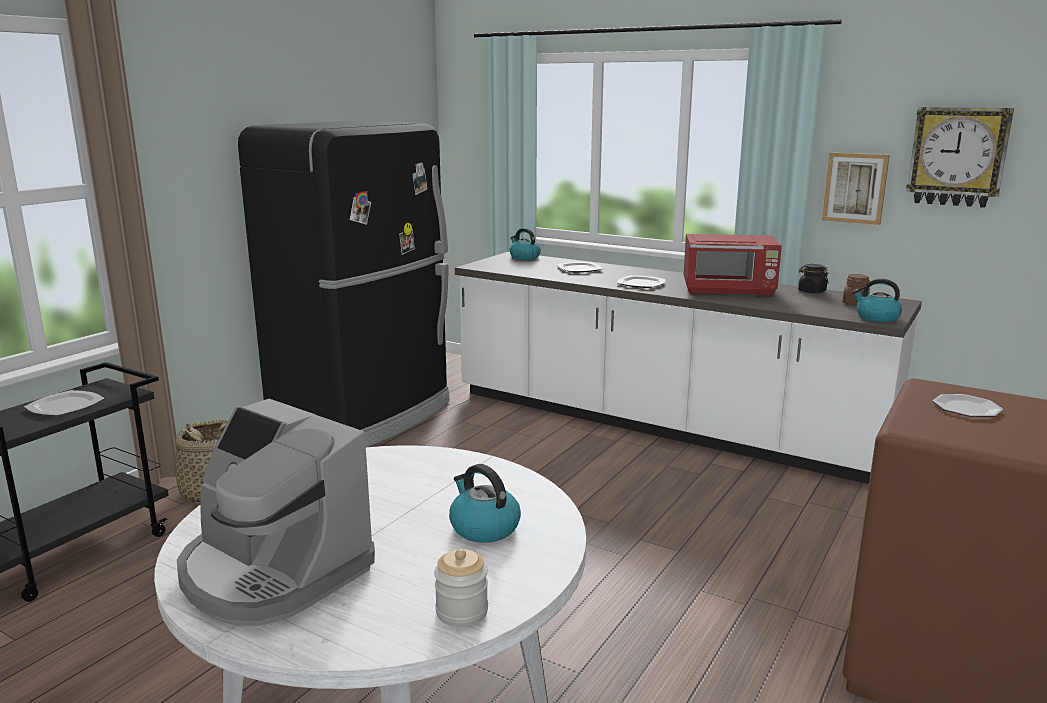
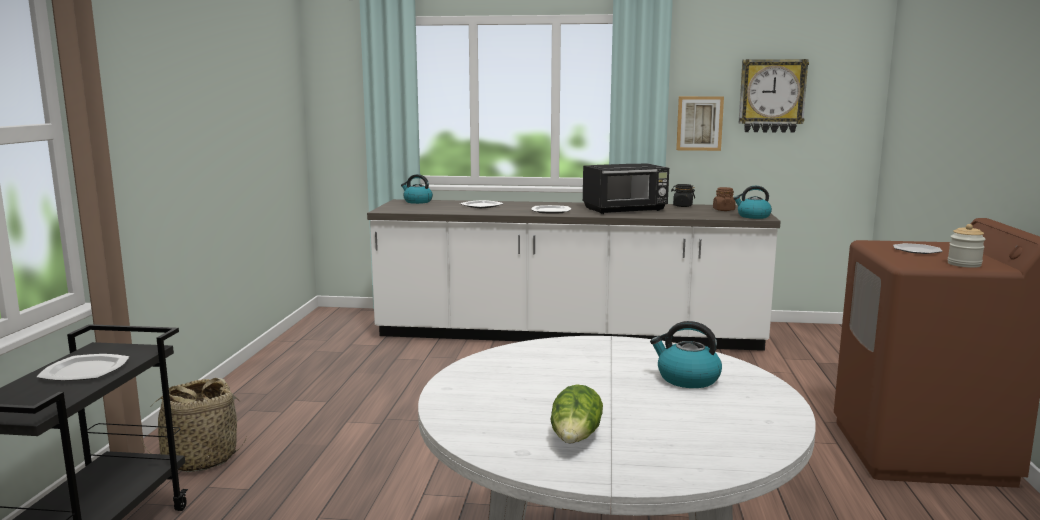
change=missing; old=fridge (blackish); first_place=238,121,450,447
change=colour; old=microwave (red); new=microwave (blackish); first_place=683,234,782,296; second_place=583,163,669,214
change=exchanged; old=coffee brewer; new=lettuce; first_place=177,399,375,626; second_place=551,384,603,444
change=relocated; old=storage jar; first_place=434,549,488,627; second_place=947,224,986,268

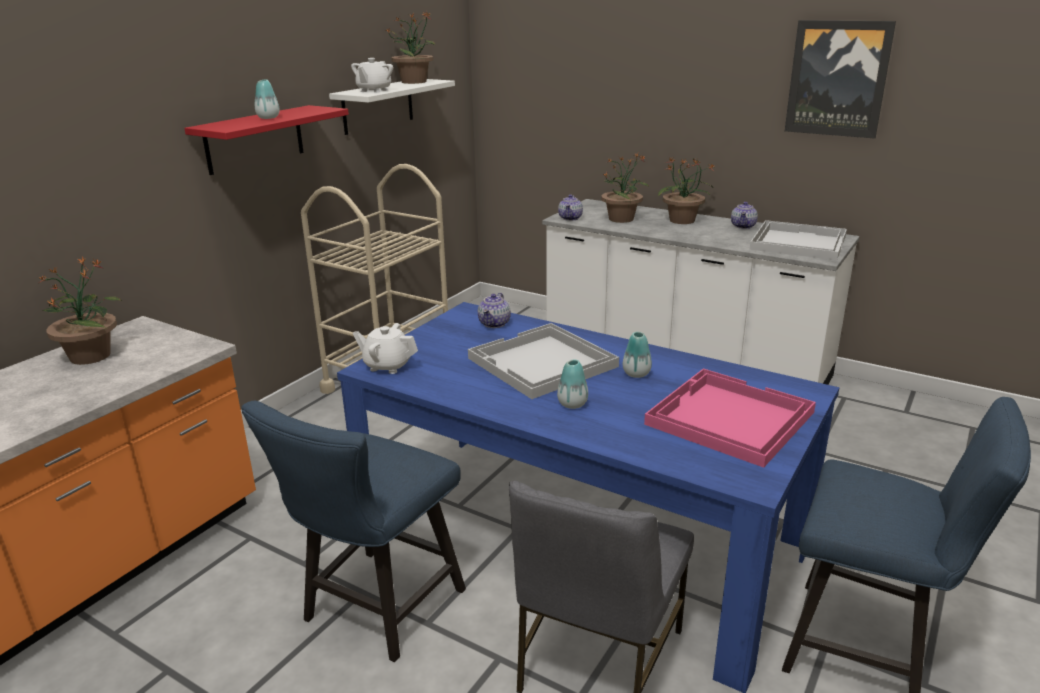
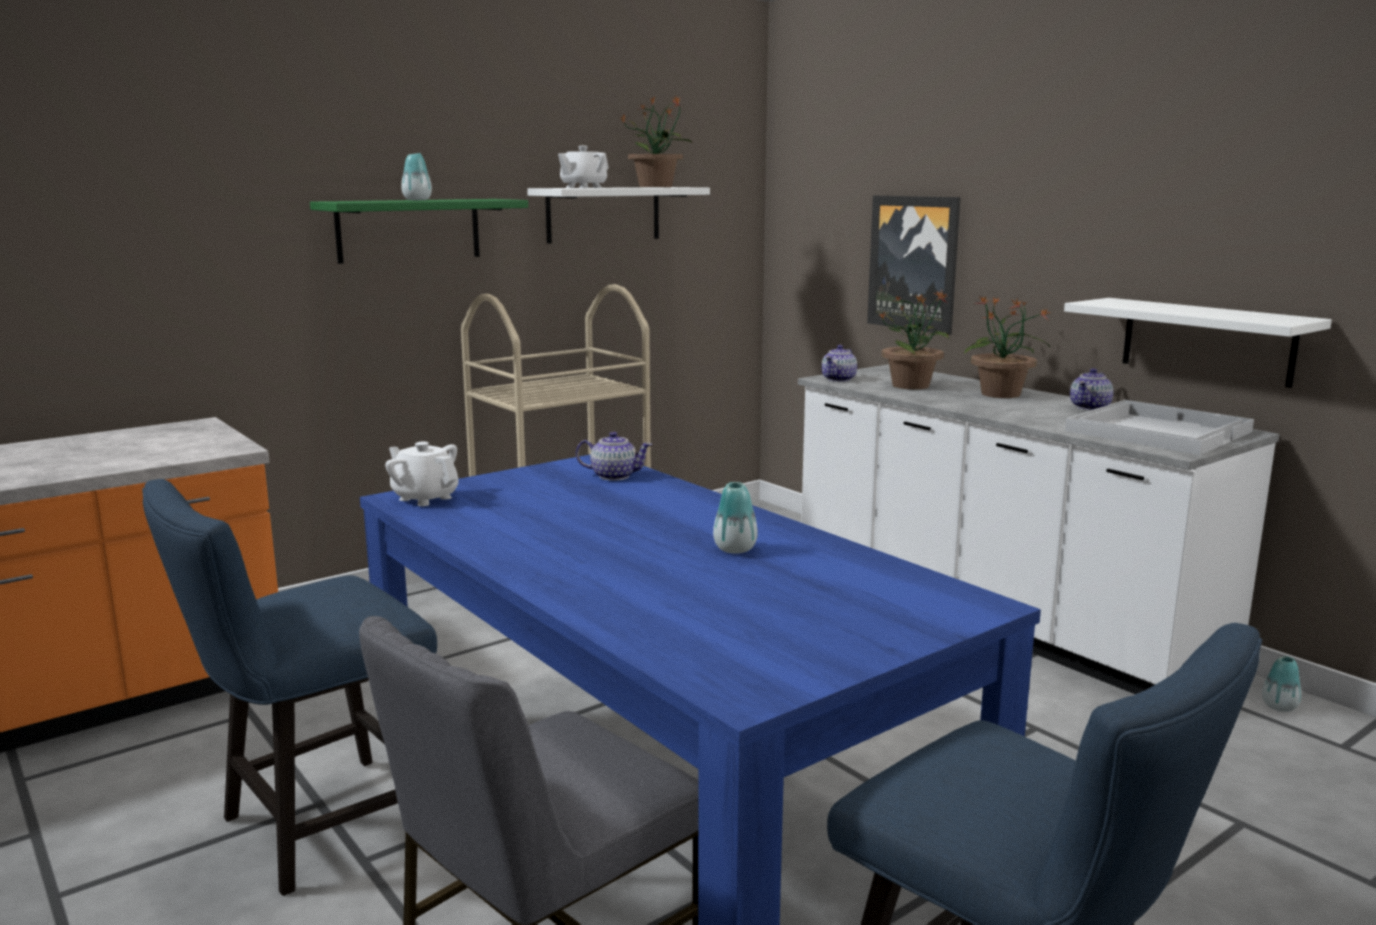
change=relocated; old=picture; first_place=785,20,896,139; second_place=867,196,961,335
change=colour; old=shelf (red); new=shelf (greenish); first_place=184,105,349,175; second_place=310,199,528,264
change=missing; old=plant in a pot; first_place=39,257,123,365
change=spun; old=pot for tea; first_place=478,293,511,328; second_place=576,432,652,481; degrees=-120
change=missing; old=tray (white); first_place=468,323,619,399
change=relocated; old=flower vase; first_place=557,360,588,409; second_place=1262,656,1301,712
change=missing; old=tray (pinkish); first_place=644,369,816,468
change=appeared; new=shelf (white); second_place=1064,298,1332,388

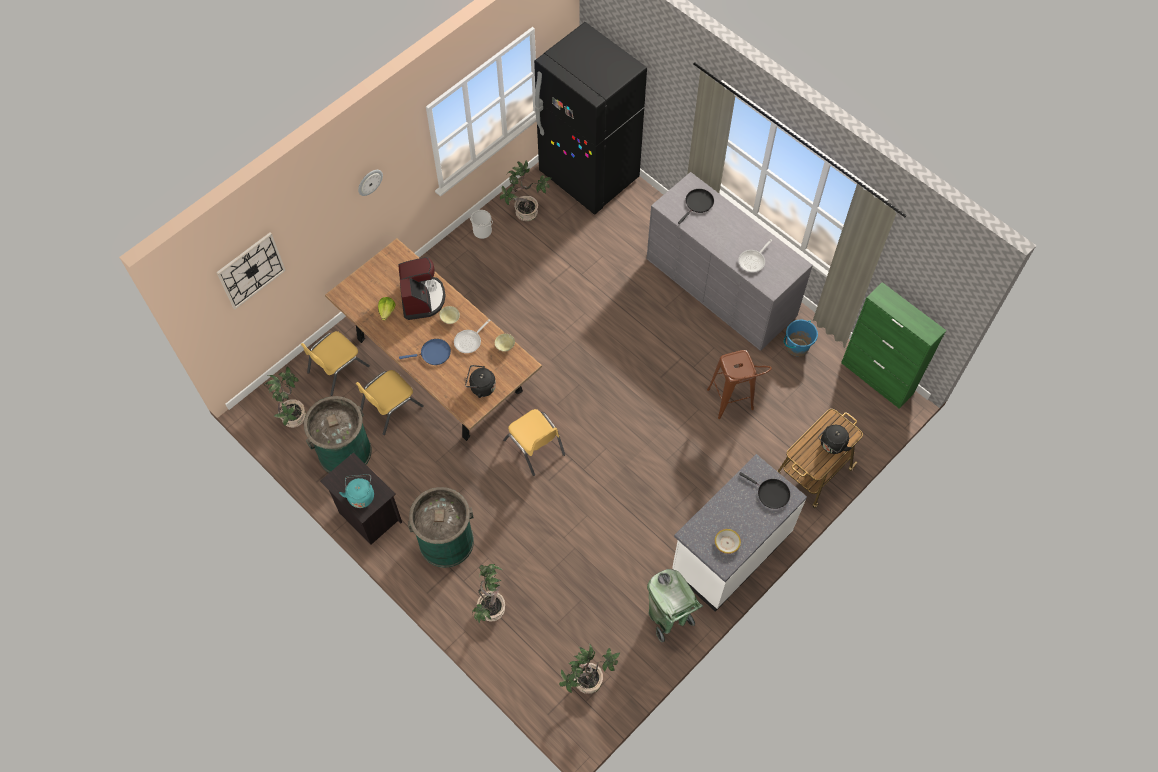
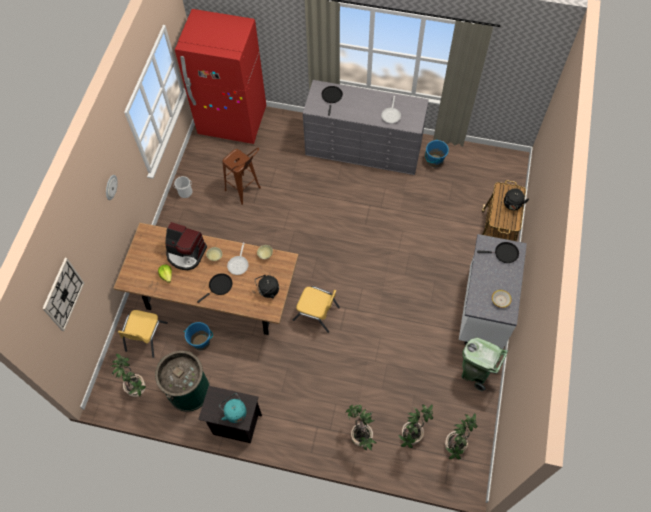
change=colour; old=fridge (blackish); new=fridge (red); first_place=534,22,647,215; second_place=175,9,266,144
change=relocated; old=plant in a pot; first_place=500,160,551,221; second_place=398,404,433,448
change=spun; old=coffee brewer; first_place=398,257,446,320; second_place=165,222,207,270; degrees=150
change=missing; old=cabinet (greenish); first_place=841,282,946,409
change=colour; old=frying pan (blue); new=frying pan (blackish); first_place=399,339,451,365; second_place=197,273,233,303
change=relocated; old=sitting stool (brown-coloured); first_place=707,350,772,419; second_place=222,148,261,205
change=exchanged; old=plain chair (yellowish); new=water bucket (blue); first_place=356,370,424,435; second_place=184,322,213,350
change=missing; old=trash can (greenish); first_place=408,487,474,568

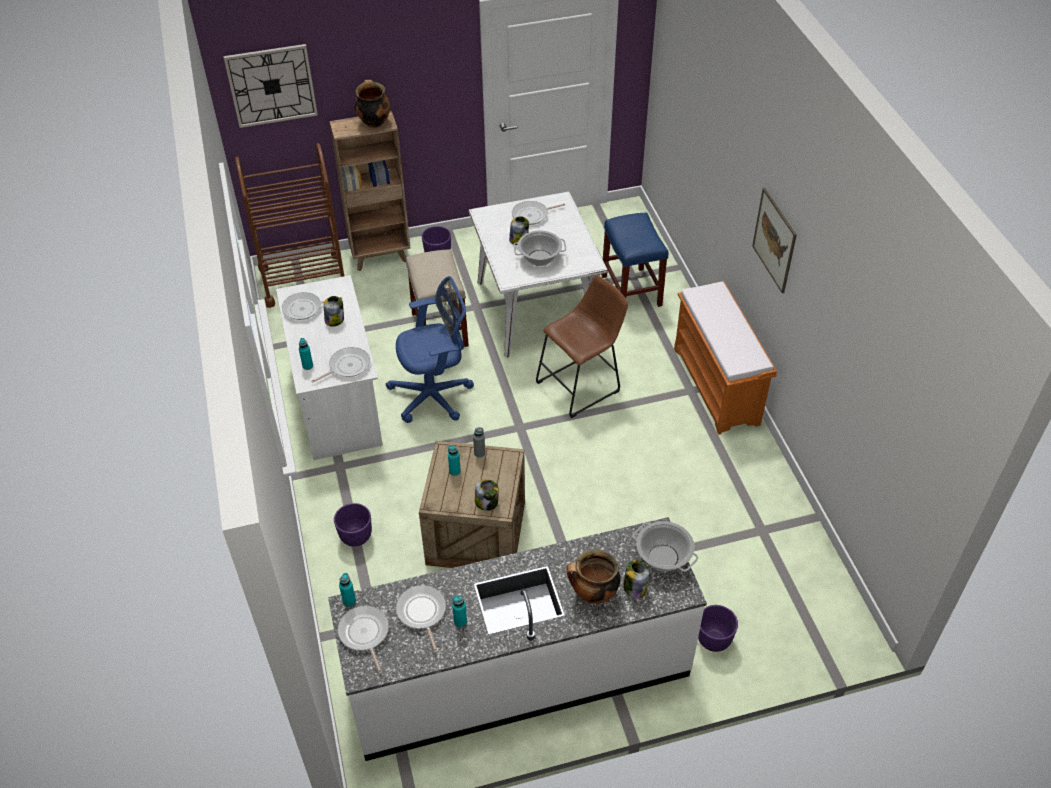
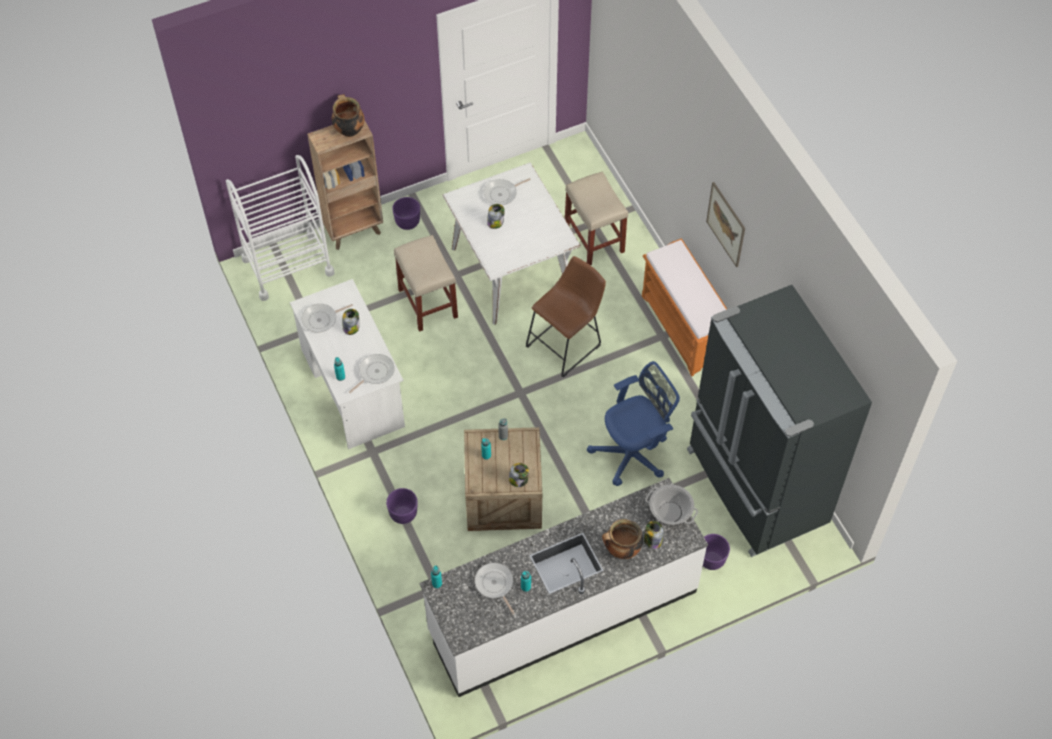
change=missing; old=hanging clock; first_place=223,44,318,128
change=colour; old=trolley (brown-coloured); new=trolley (white); first_place=235,143,344,308; second_place=226,155,334,301
change=colour; old=sitting stool (blue); new=sitting stool (beige); first_place=601,212,668,307; second_place=565,171,628,265
change=missing; old=stockpot; first_place=513,230,566,266
change=relocated; old=desk chair (blue); first_place=386,276,474,423; second_place=587,361,680,486
change=missing; old=frying pan; first_place=338,606,389,674
change=appeared; new=fridge (blackish); second_place=687,285,872,557

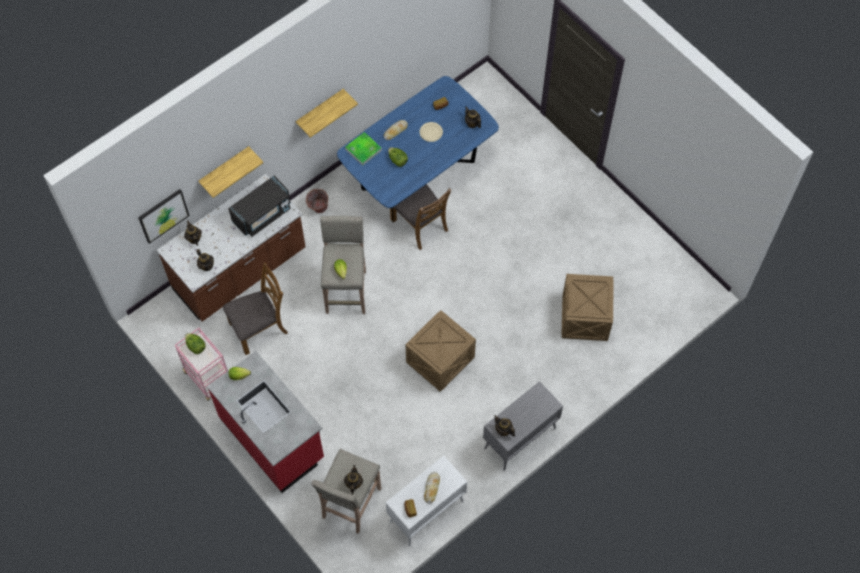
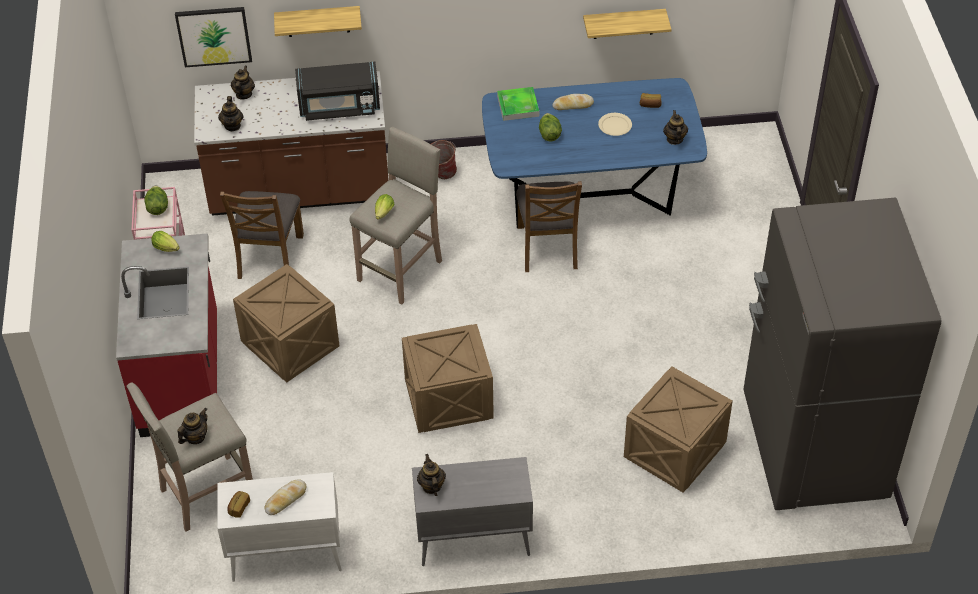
change=relocated; old=shelf; first_place=296,89,358,138; second_place=583,9,671,39
change=spun; old=plain chair (brown-coloured); first_place=223,262,288,355; second_place=220,191,304,279; degrees=90
change=appeared; new=fridge (gray); second_place=743,197,941,510
change=appeared; new=packing crate; second_place=233,264,339,382

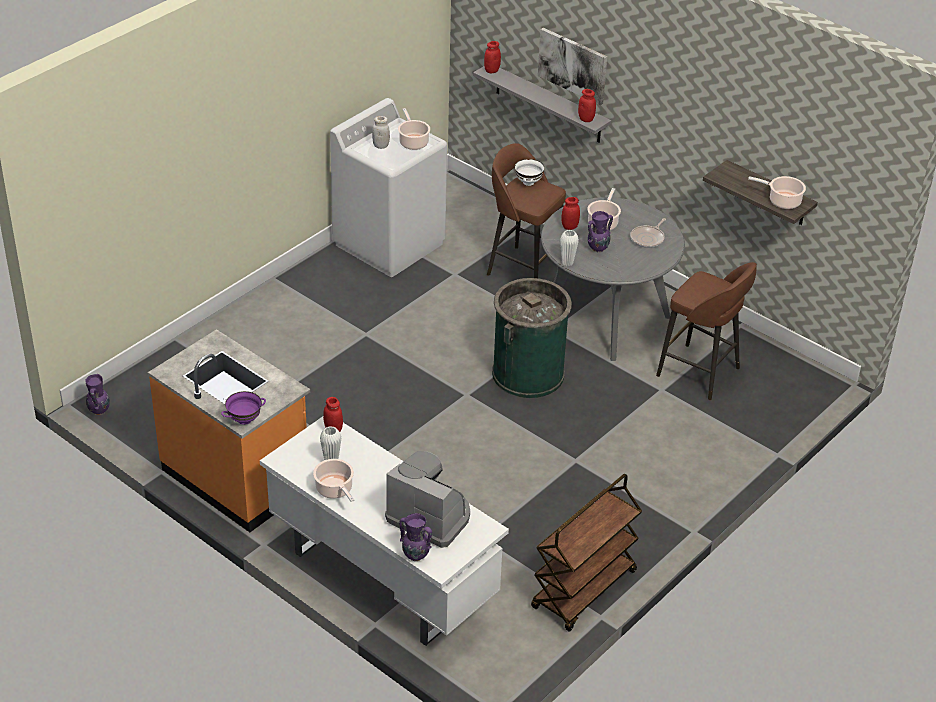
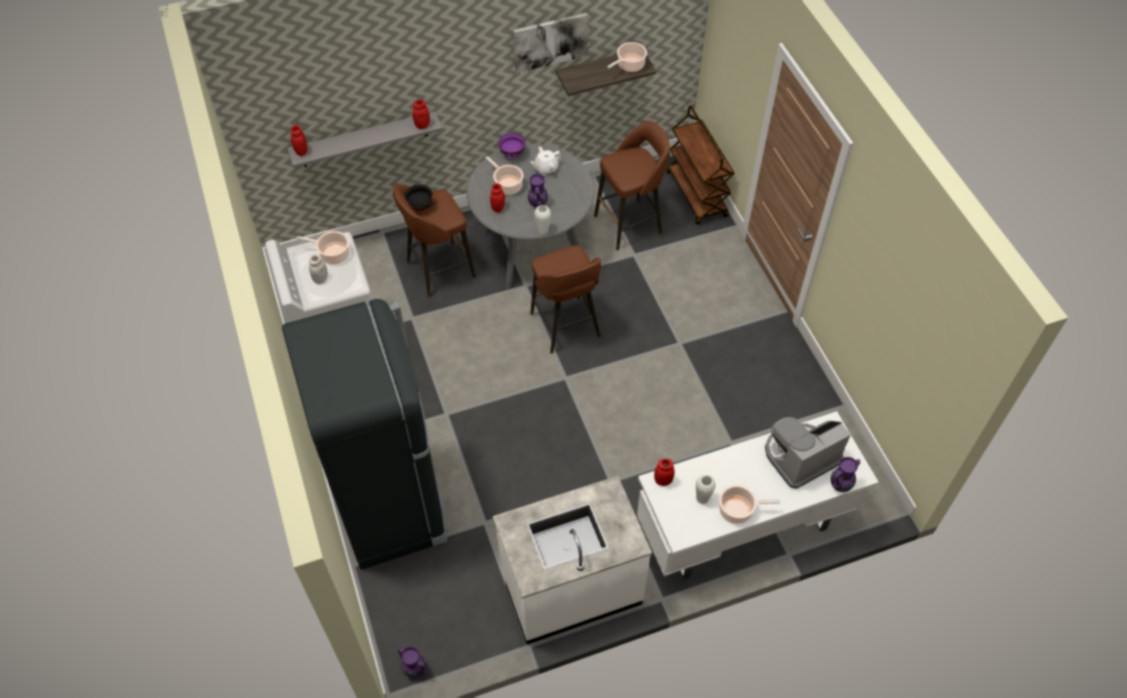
change=relocated; old=picture; first_place=538,28,607,105; second_place=513,13,588,73
change=colour; old=serving bowl (white); new=serving bowl (blackish); first_place=515,159,544,186; second_place=404,184,434,211
change=exchanged; old=frying pan; new=pot for tea (white); first_place=630,218,666,248; second_place=531,147,562,175
change=exchanged; old=trash can (greenish); new=sitting stool (brown-coloured); first_place=492,278,572,398; second_place=530,245,601,354
change=colour; old=kitchen base unit (orange-coloured); new=kitchen base unit (white); first_place=148,329,310,532; second_place=493,476,652,645
change=relocated; old=serving bowl (purple-coloured); first_place=221,391,266,425; second_place=498,132,526,159
change=relocated; old=trolley (brown-coloured); first_place=531,474,642,632; second_place=666,105,735,225
change=appeared; new=fridge (blackish); second_place=282,299,447,570

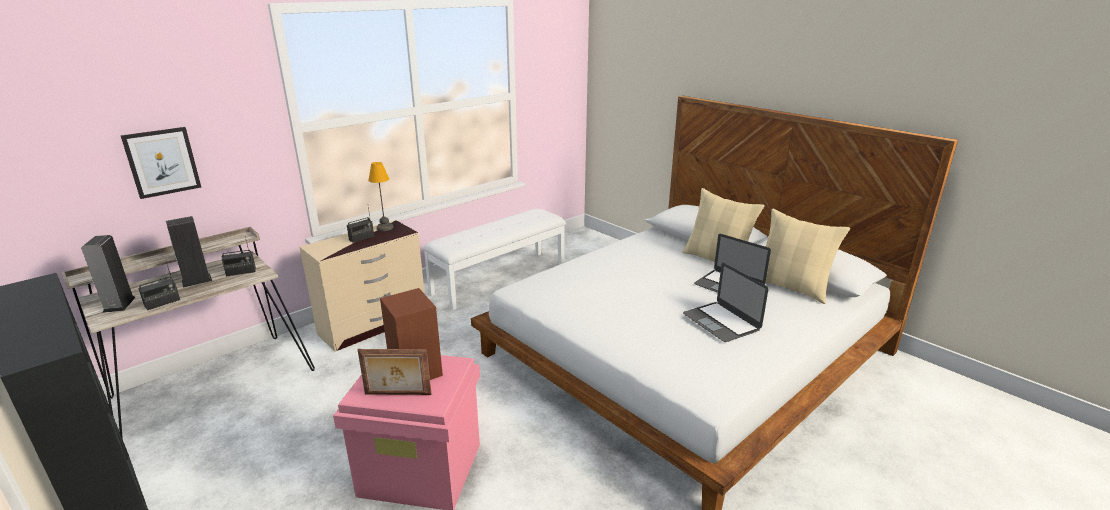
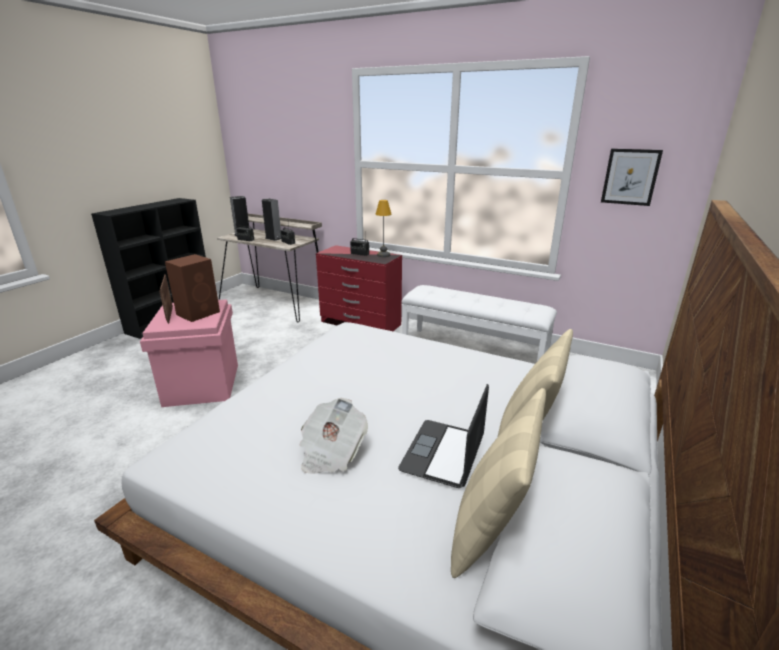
change=relocated; old=picture; first_place=121,127,201,199; second_place=601,149,663,206
change=colour; old=drawer chest (beige); new=drawer chest (red); first_place=300,220,425,352; second_place=316,245,402,331
change=exchanged; old=laptop; new=newspaper; first_place=683,263,768,342; second_place=299,398,368,474

